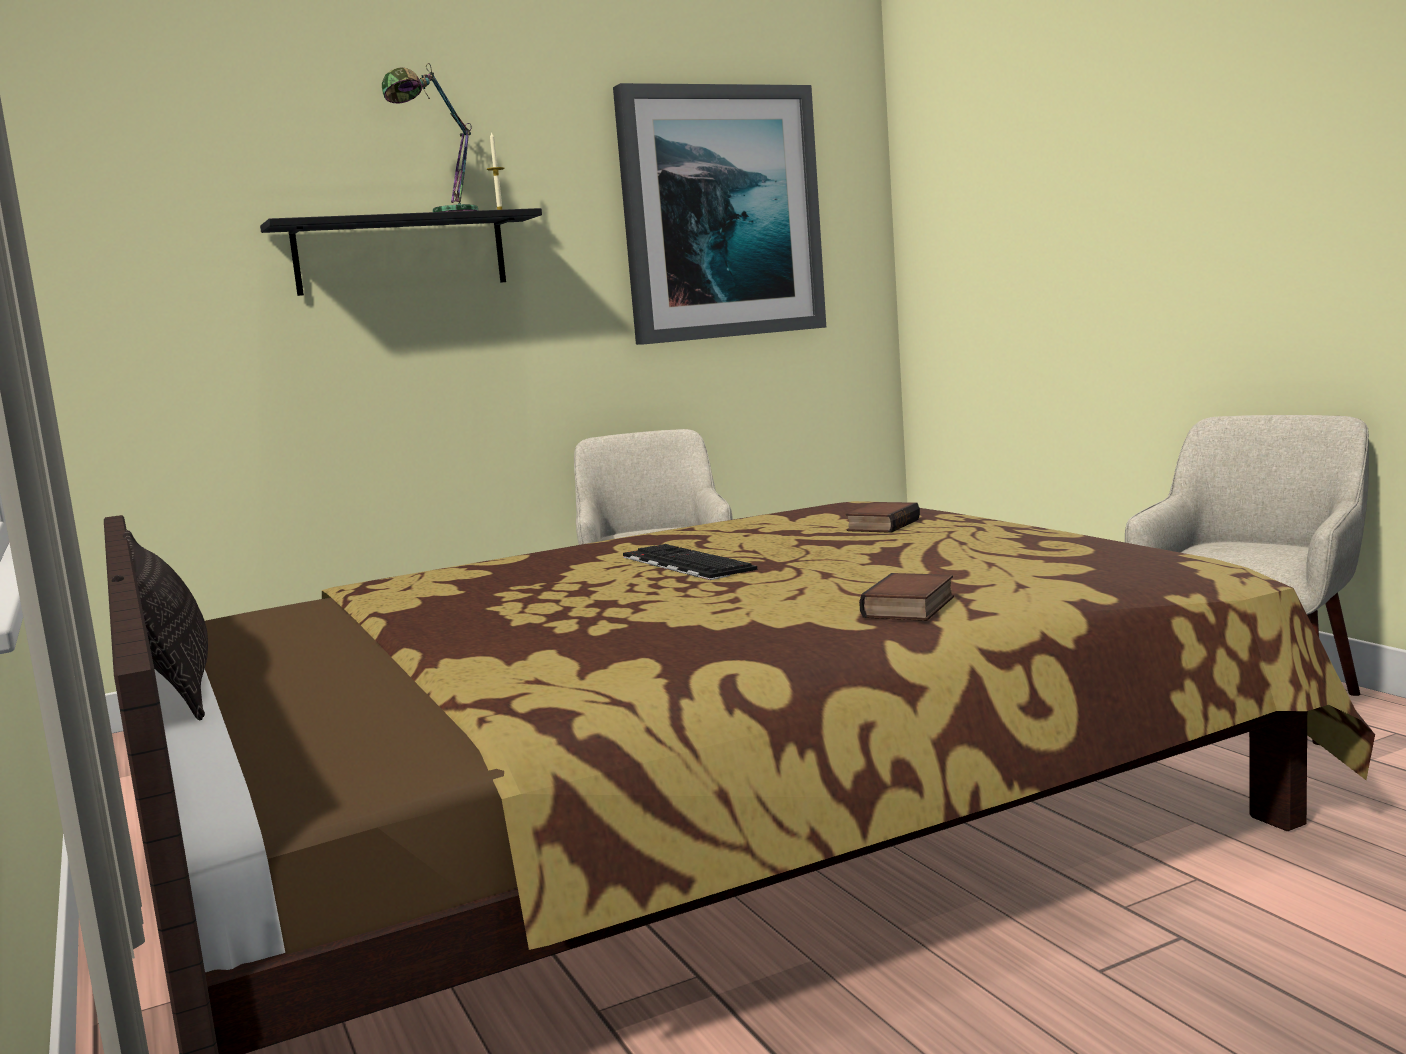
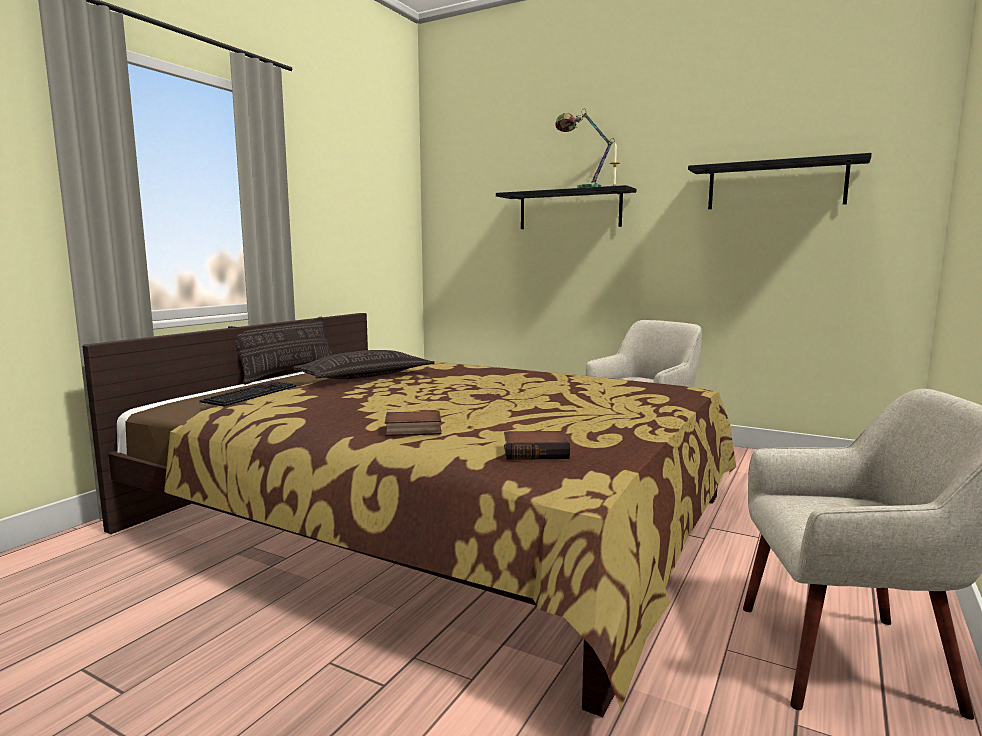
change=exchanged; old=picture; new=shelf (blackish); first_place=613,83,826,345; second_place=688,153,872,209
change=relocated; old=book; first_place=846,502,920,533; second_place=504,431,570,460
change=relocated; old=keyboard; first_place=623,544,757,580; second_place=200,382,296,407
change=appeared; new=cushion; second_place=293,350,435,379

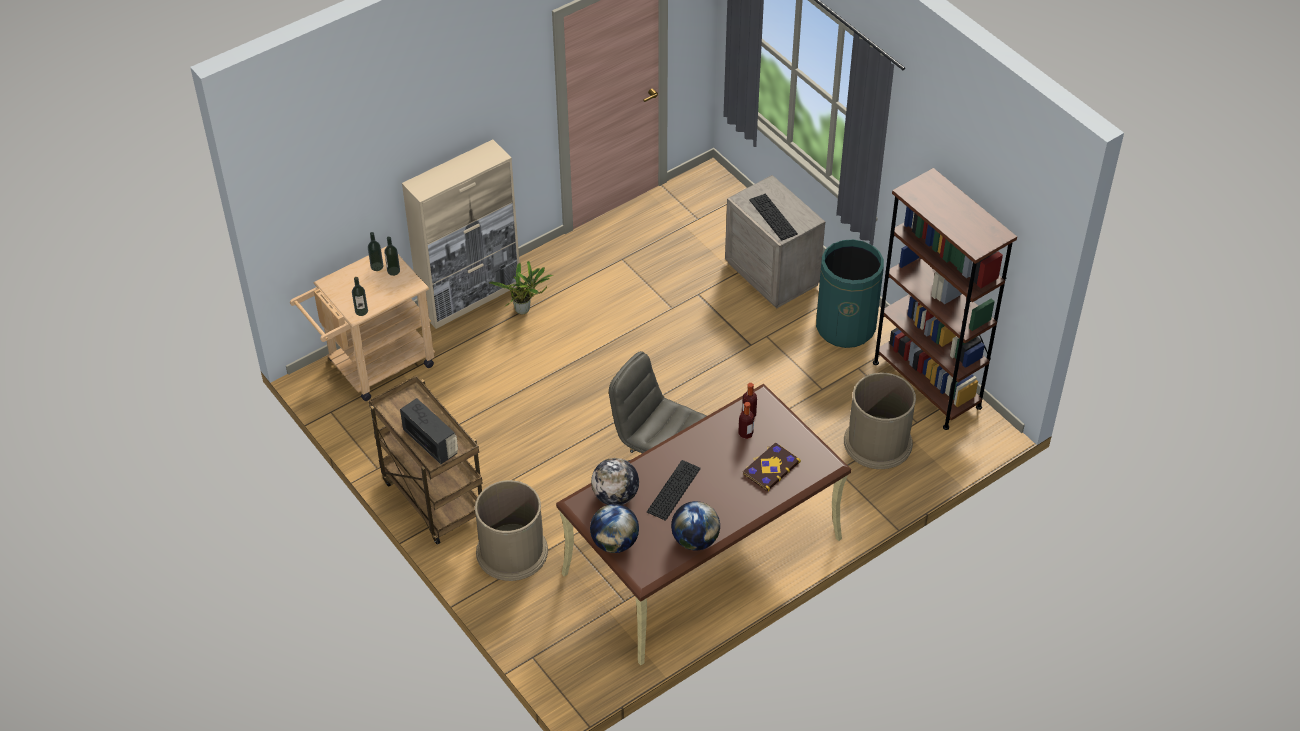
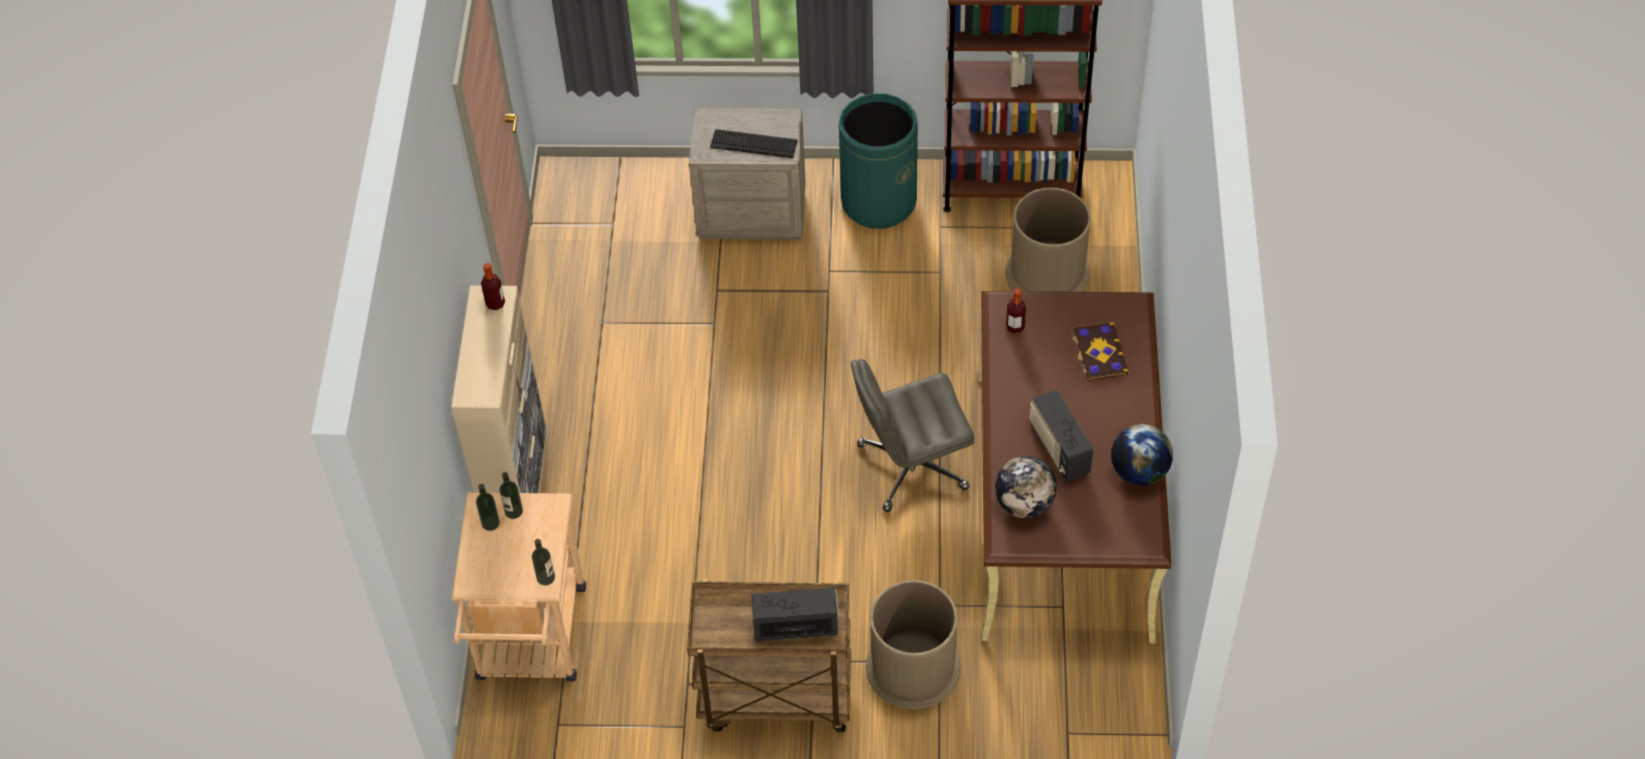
change=missing; old=plant in a pot; first_place=489,261,554,314
change=relocated; old=bottle; first_place=738,402,754,439; second_place=481,263,505,310
change=exchanged; old=keyboard; new=radio receiver; first_place=647,460,701,521; second_place=1030,389,1094,482
change=missing; old=world globe; first_place=590,504,639,553

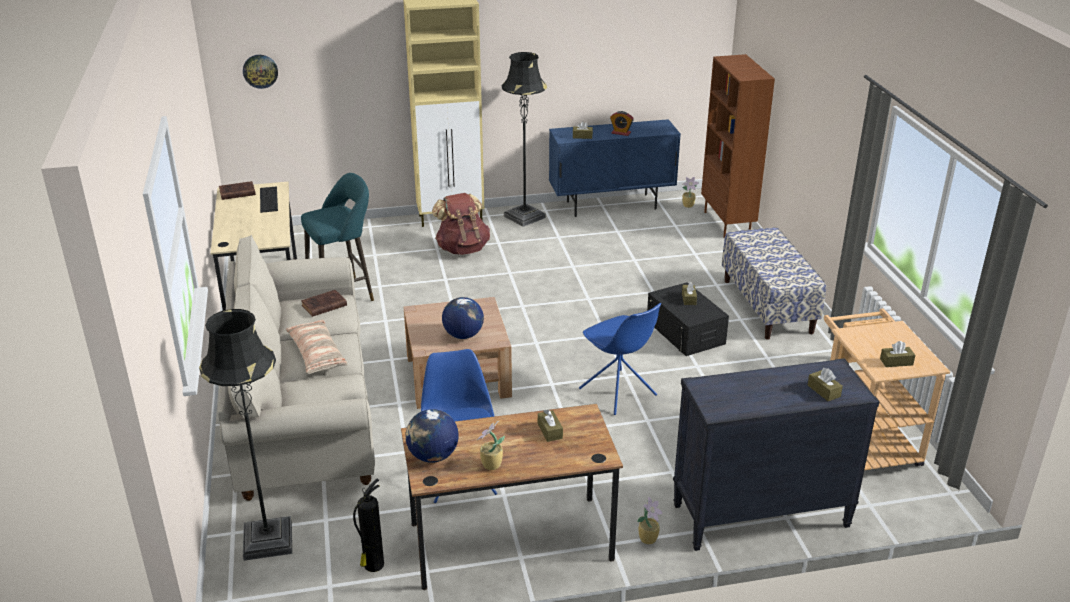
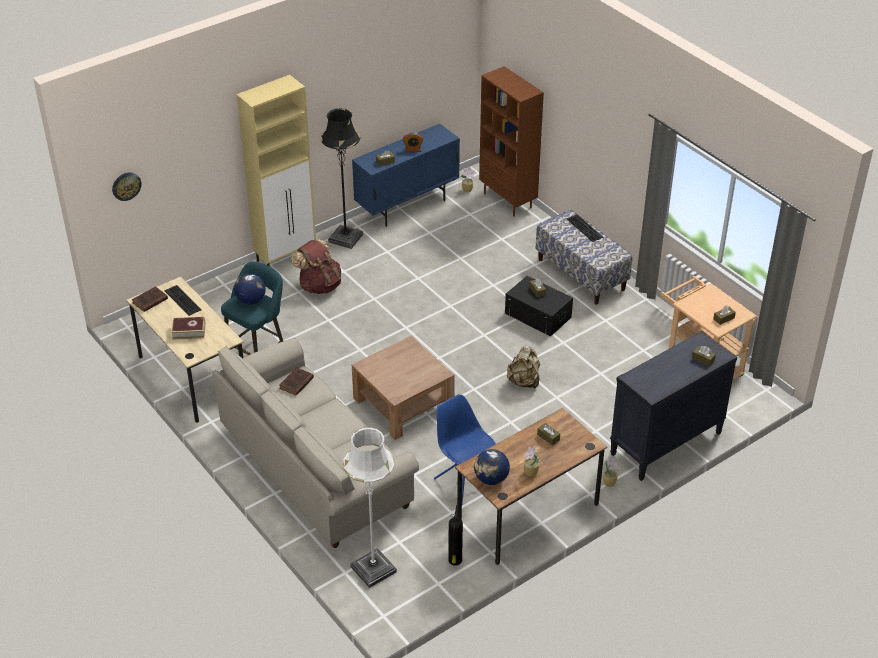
change=relocated; old=world globe; first_place=442,297,484,339; second_place=234,273,266,305
change=exchanged; old=plain chair (blue); new=rucksack (beige); first_place=579,303,661,415; second_place=507,346,540,389
change=colour; old=floor lamp (blackish); new=floor lamp (white); first_place=199,309,292,561; second_place=343,427,397,588
change=missing; old=cushion; first_place=286,320,348,374
change=appeared; new=keyboard; second_place=566,215,603,242
change=appeared; new=book; second_place=171,317,206,340

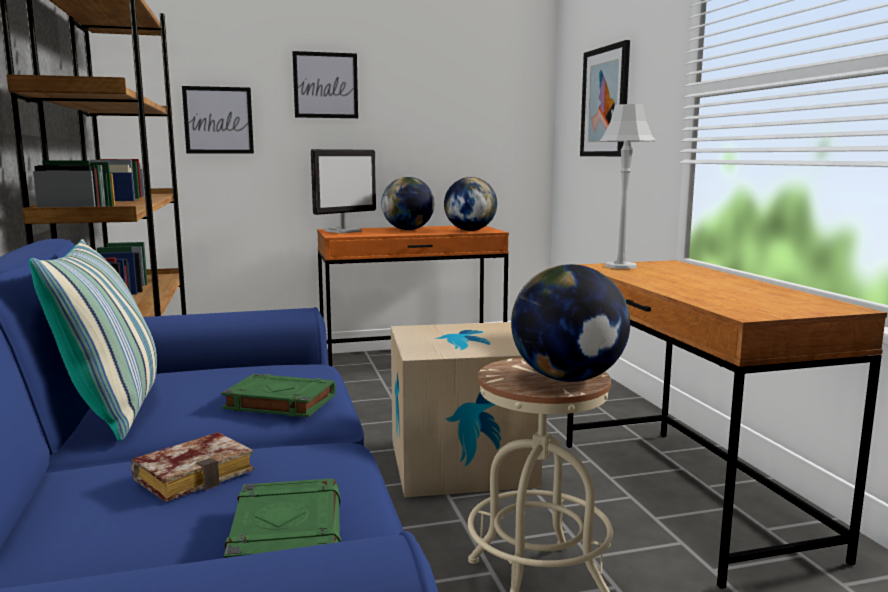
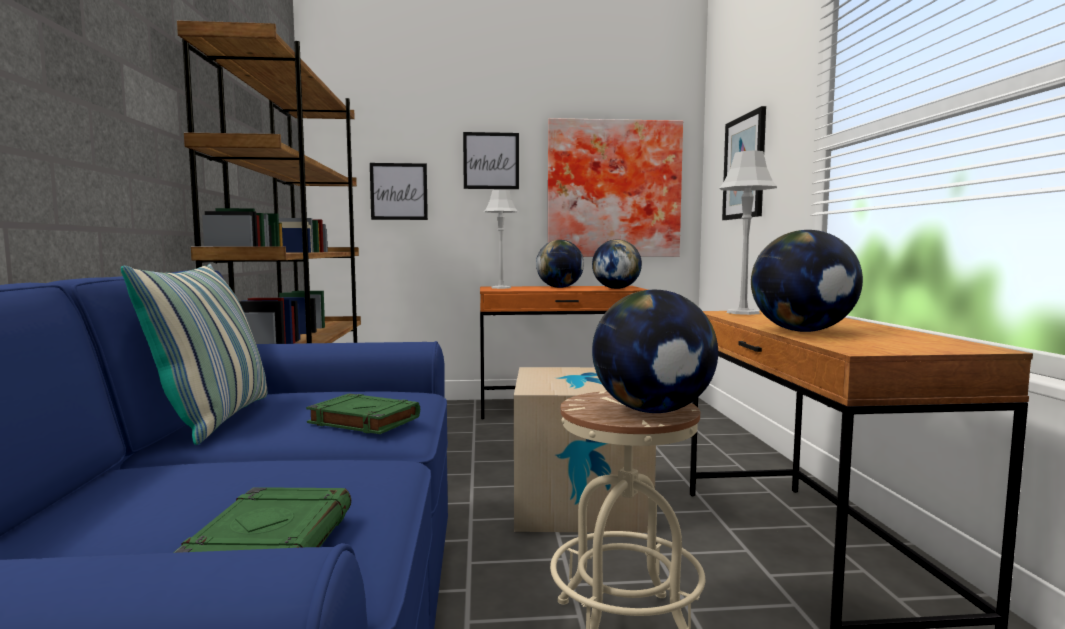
change=exchanged; old=computer display; new=lamp for a table (gray); first_place=311,149,376,233; second_place=484,190,518,289
change=missing; old=book; first_place=131,432,254,502
change=appeared; new=picture; second_place=548,118,683,257
change=appeared; new=world globe; second_place=751,230,863,332

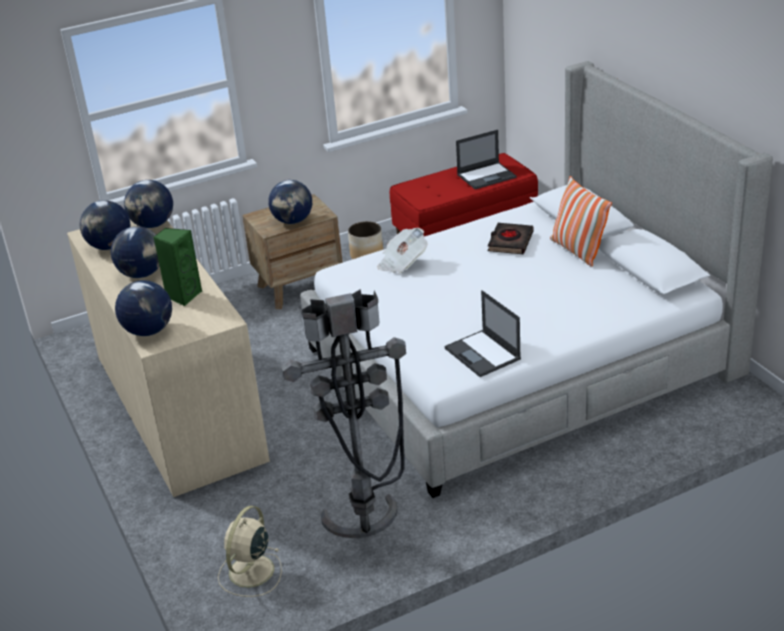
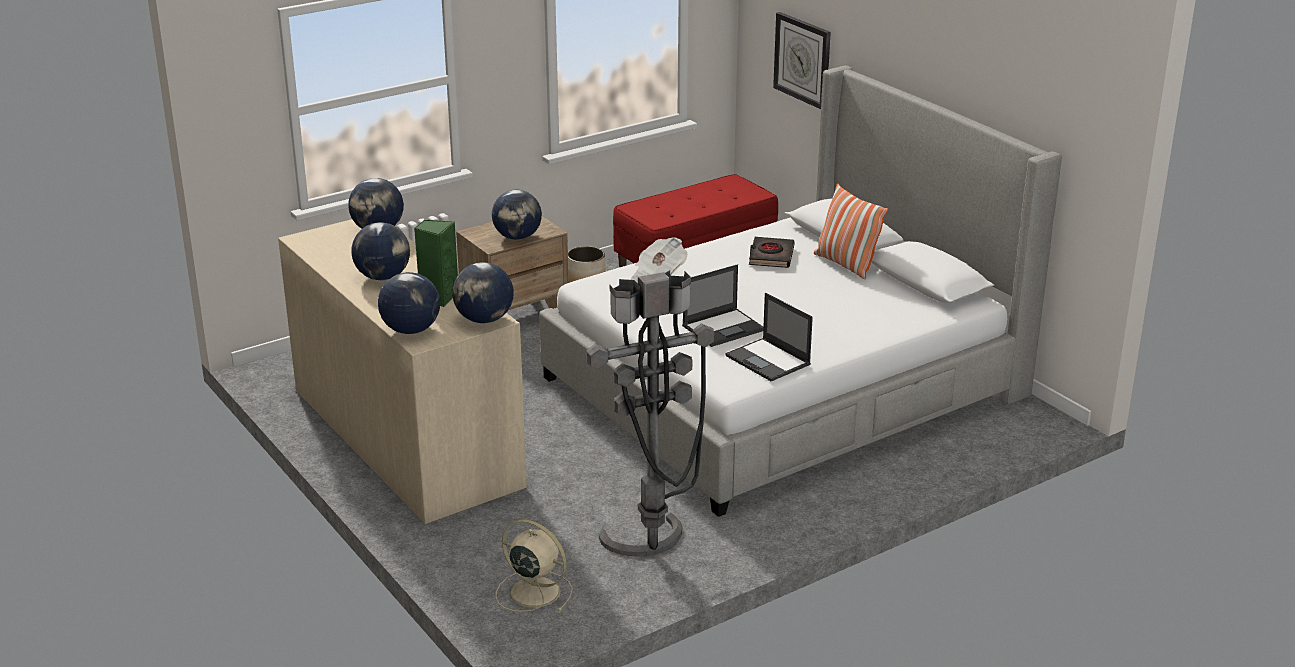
change=relocated; old=laptop; first_place=456,130,517,189; second_place=682,264,763,347
change=relocated; old=world globe; first_place=80,200,131,250; second_place=452,262,514,323
change=spun; old=fan (beige); first_place=218,506,282,597; second_place=496,519,573,612; degrees=105
change=appeared; new=hanging clock; second_place=773,12,831,109

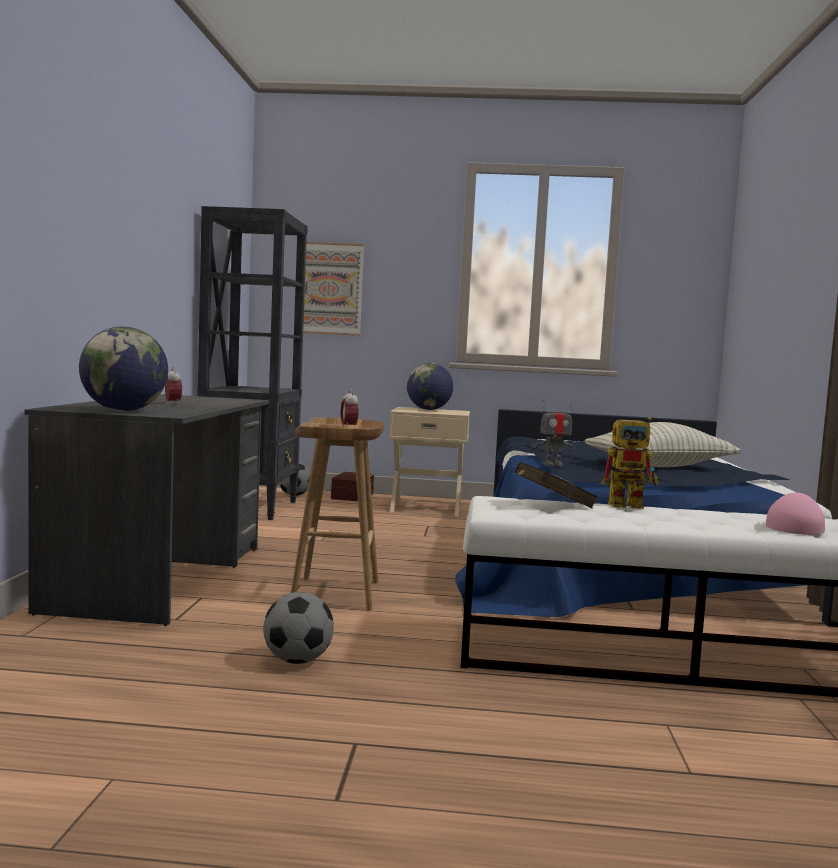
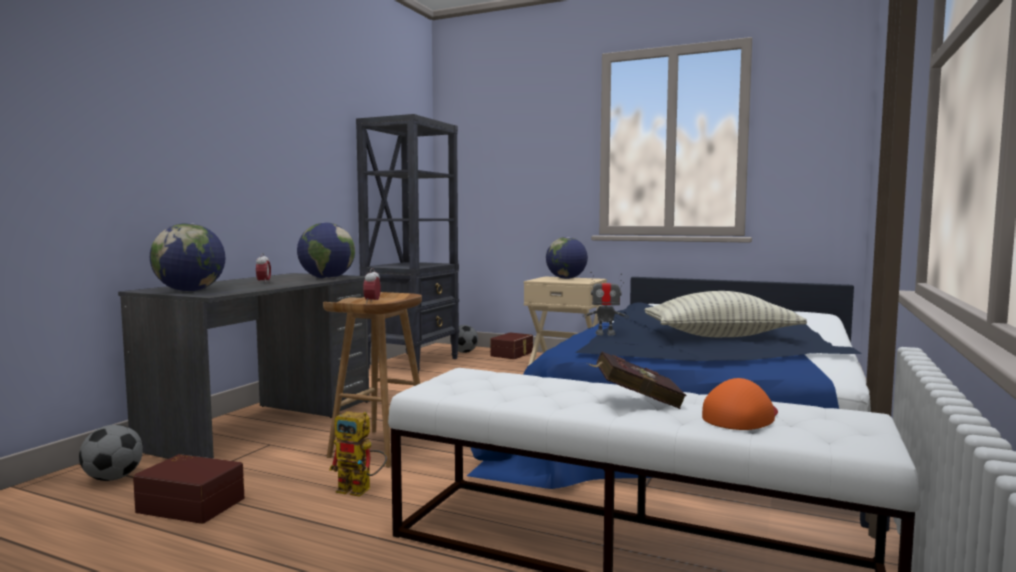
change=missing; old=picture; first_place=303,242,364,336
change=relocated; old=toy robot; first_place=601,417,658,509; second_place=329,411,387,497
change=relocated; old=book (red); first_place=512,462,598,508; second_place=586,352,686,409
change=colour; old=cap (pinkish); new=cap (orange-coloured); first_place=766,492,825,535; second_place=702,378,778,430
change=relocated; old=ball for football; first_place=263,592,334,664; second_place=79,424,143,481
change=appeared; new=world globe; second_place=297,222,355,279
change=appeared; new=storage container (brown-coloured); second_place=133,454,244,524

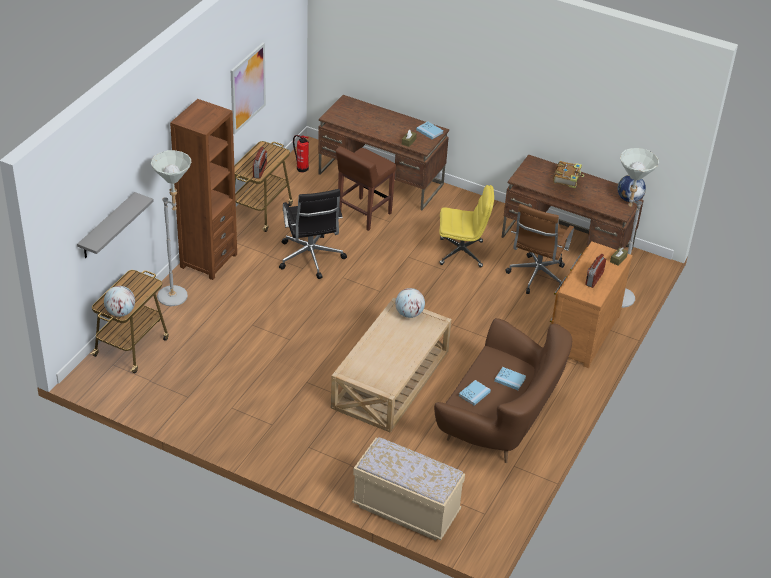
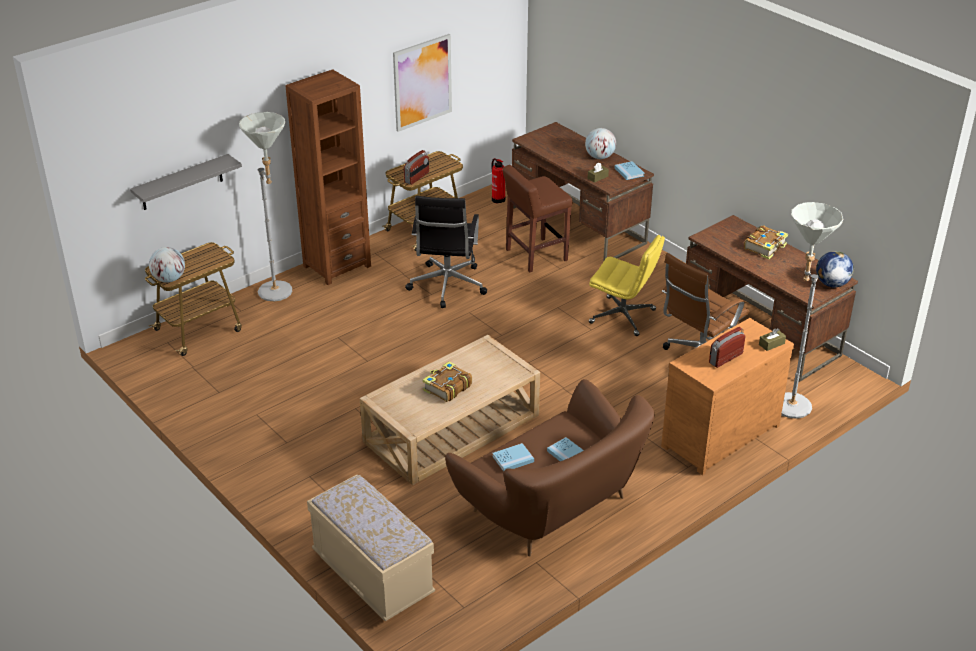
change=relocated; old=world globe; first_place=395,288,425,318; second_place=585,128,616,159
change=appeared; new=book; second_place=423,361,472,402

